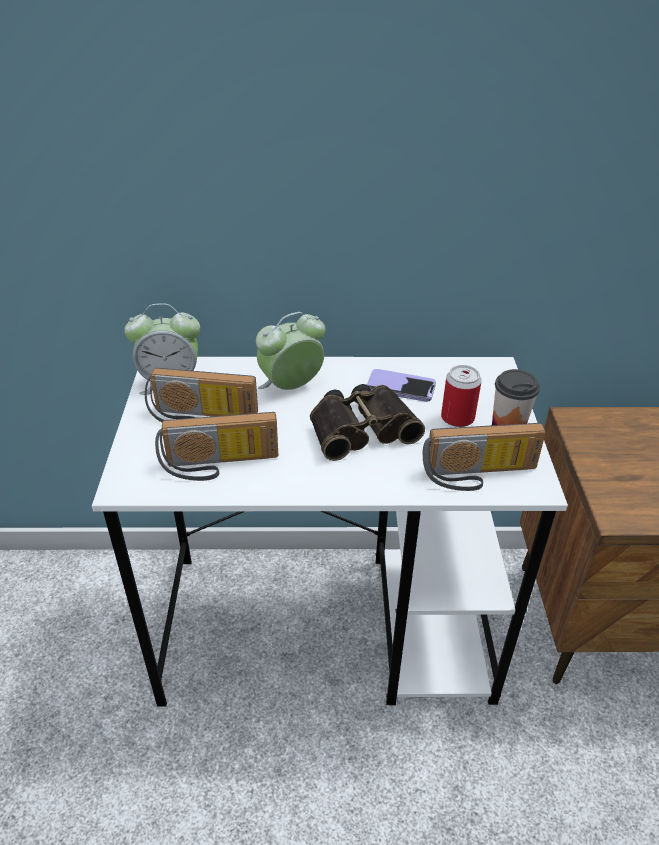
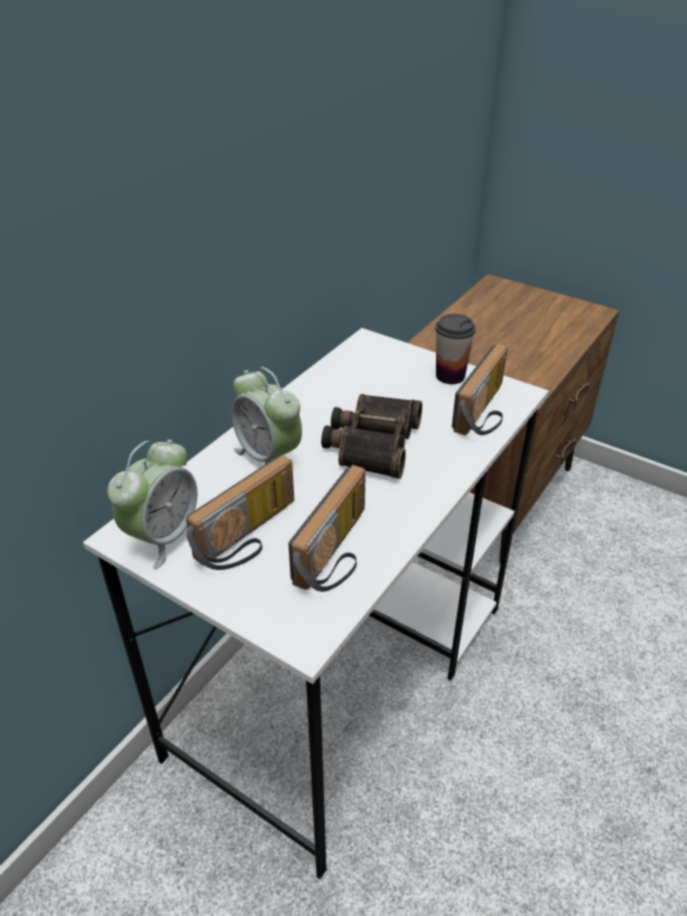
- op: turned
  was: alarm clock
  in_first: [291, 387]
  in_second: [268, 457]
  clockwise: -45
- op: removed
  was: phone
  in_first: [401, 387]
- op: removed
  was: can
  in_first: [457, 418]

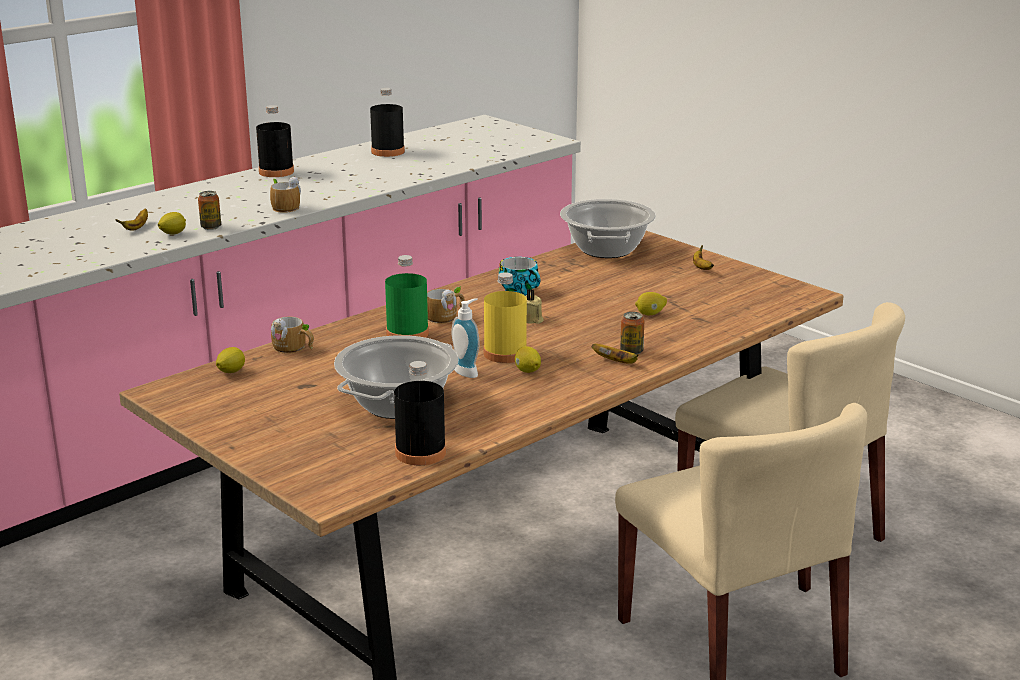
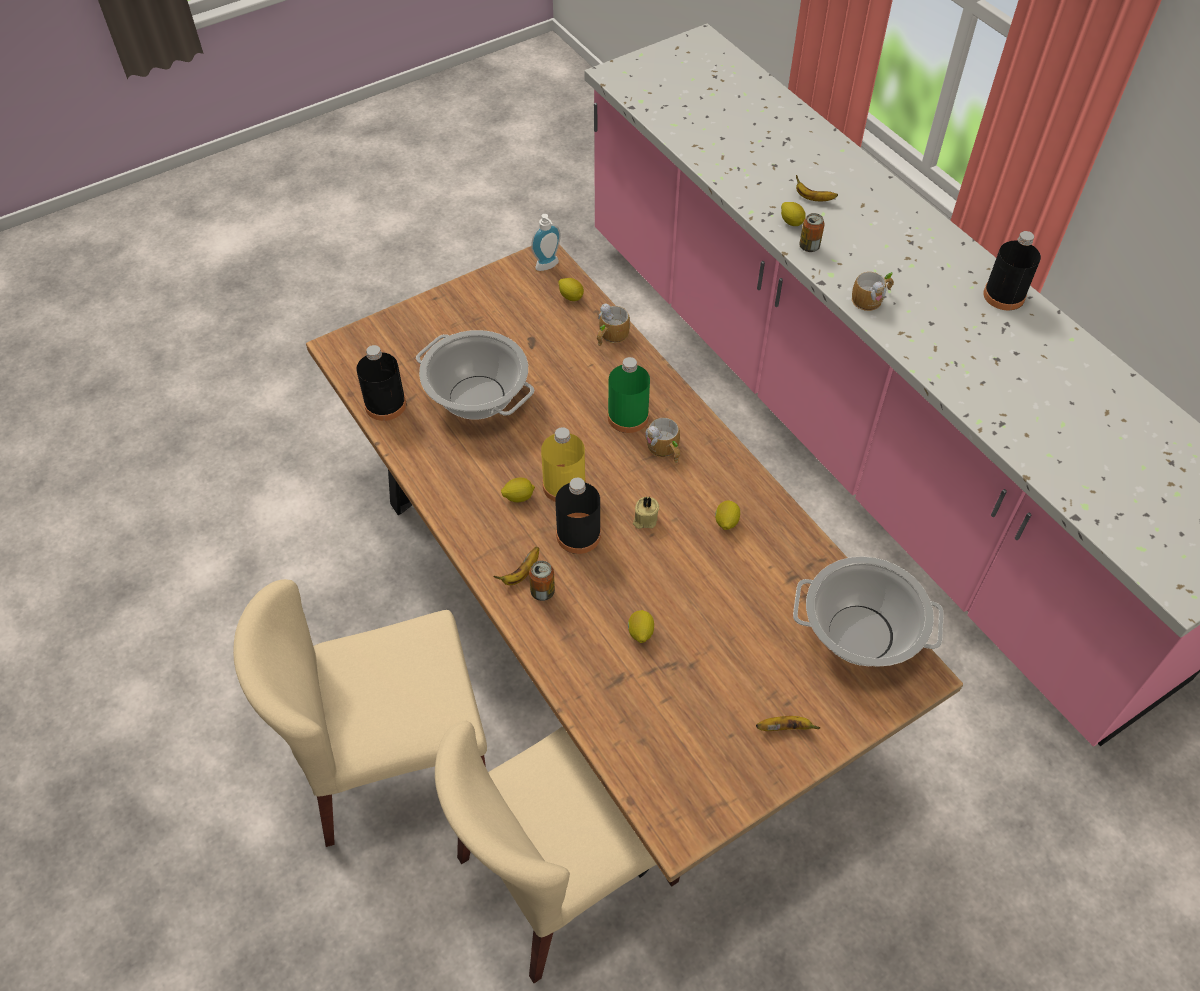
- op: moved
  was: black bottle
  in_first: [388, 152]
  in_second: [578, 535]
- op: moved
  was: soap dispenser
  in_first: [468, 371]
  in_second: [548, 267]
- op: replaced
  was: cup
  now: lemon
  in_first: [520, 292]
  in_second: [726, 522]

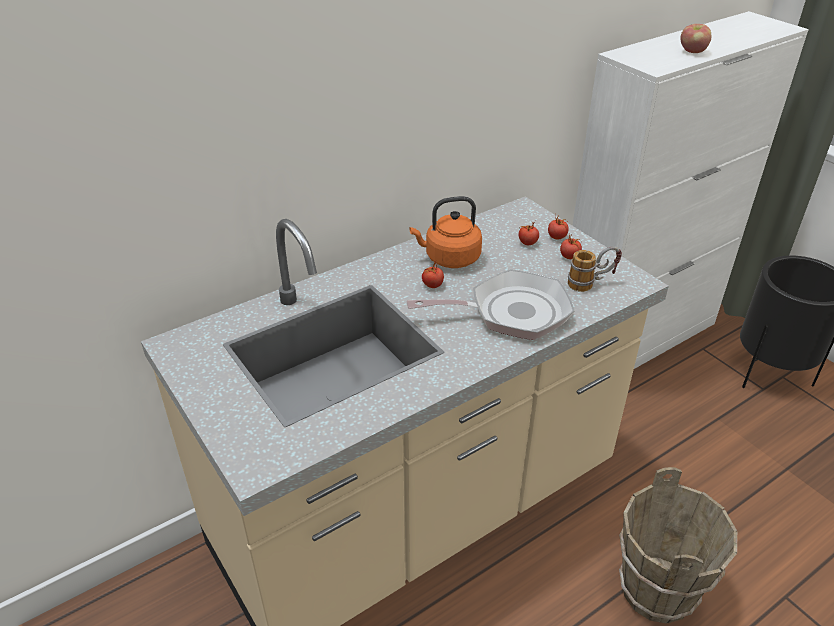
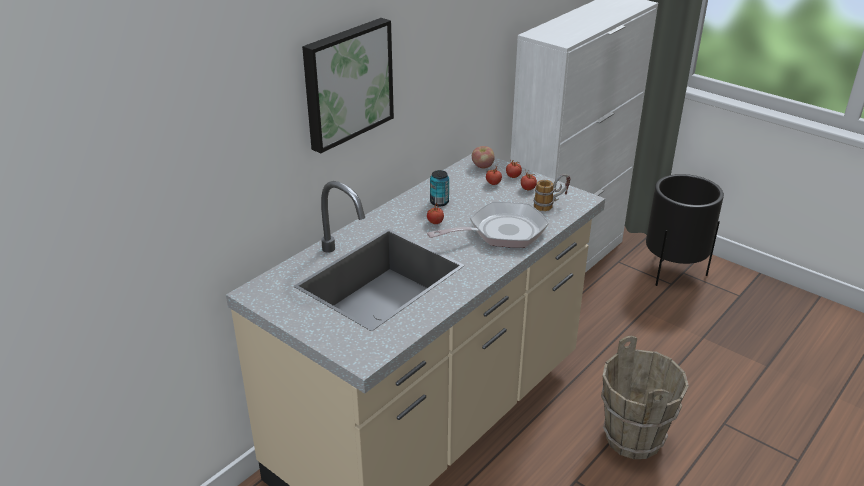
- op: replaced
  was: orange kettle
  now: can
  in_first: [449, 258]
  in_second: [439, 202]
- op: moved
  was: apple
  in_first: [692, 51]
  in_second: [483, 166]
- op: added
  now: picture
  in_second: [346, 83]

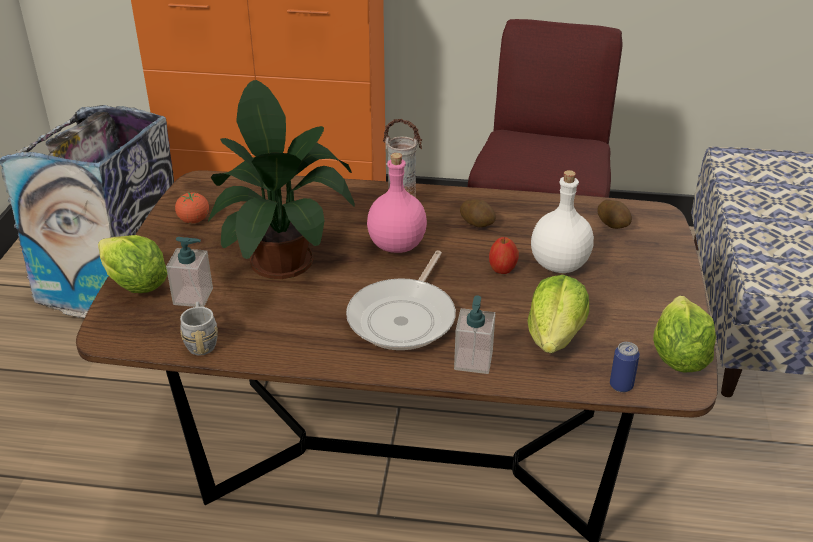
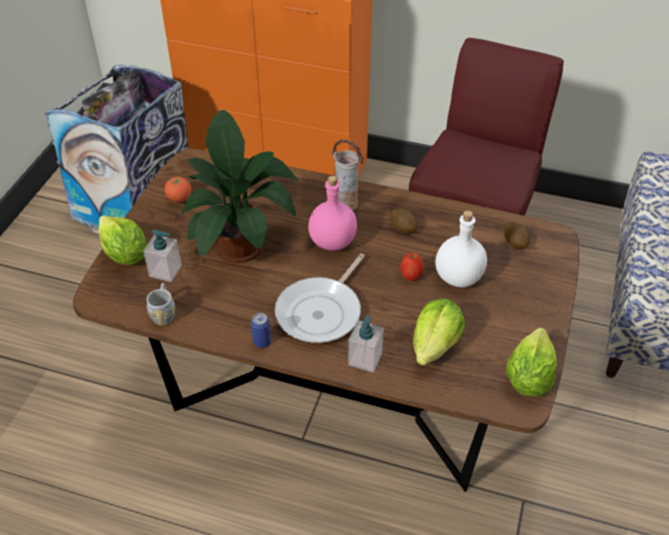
- op: moved
  was: can
  in_first: [621, 385]
  in_second: [262, 342]

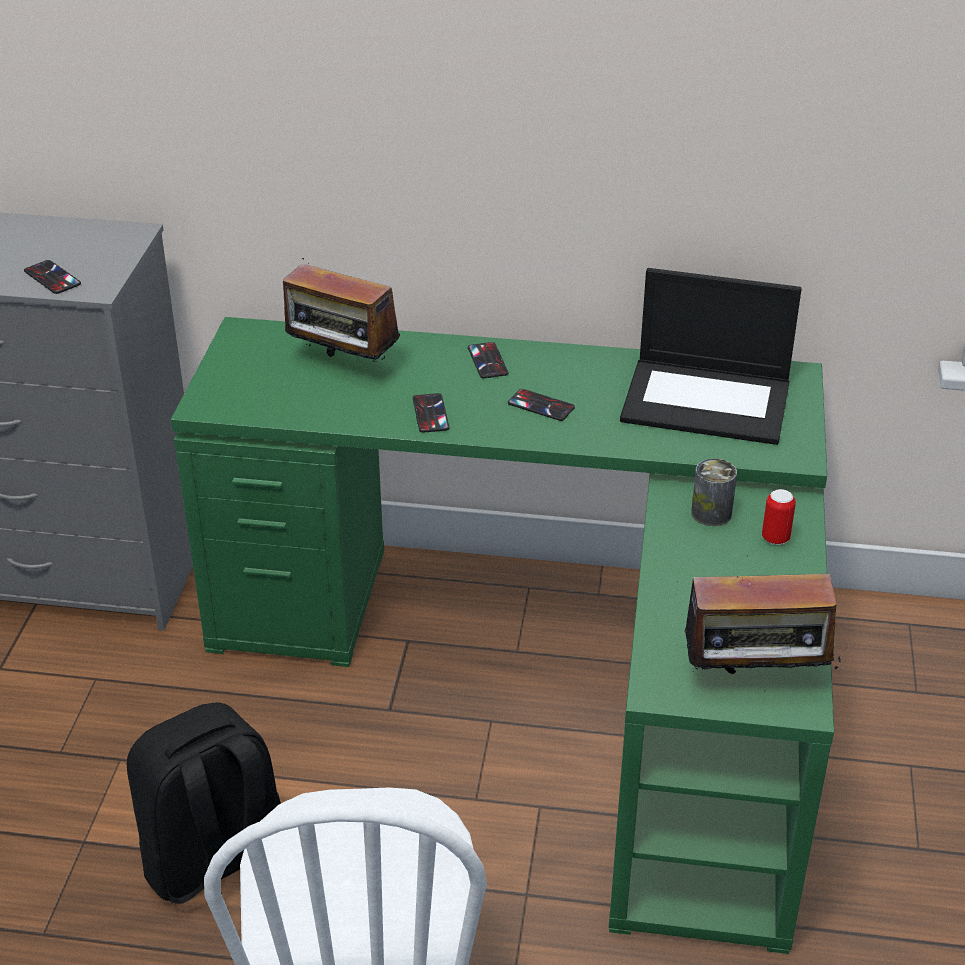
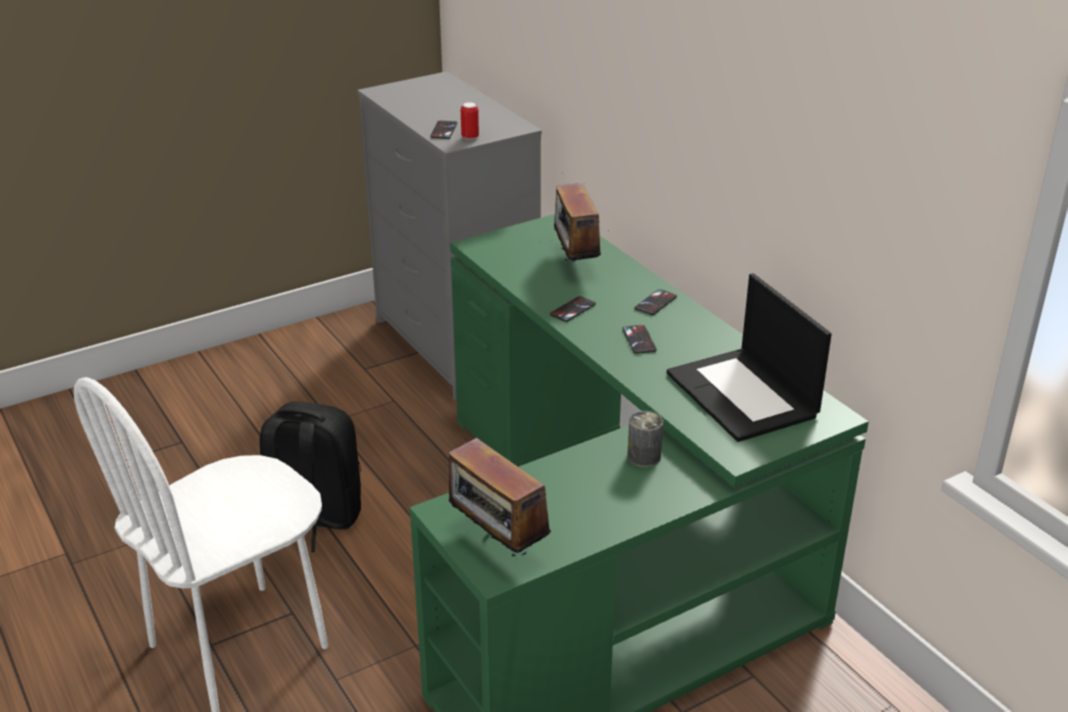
- op: moved
  was: can
  in_first: [775, 538]
  in_second: [470, 137]

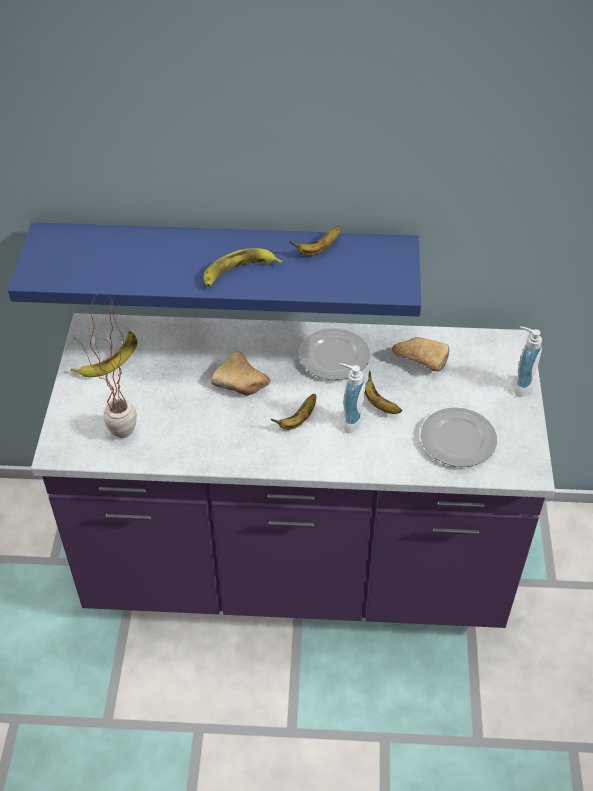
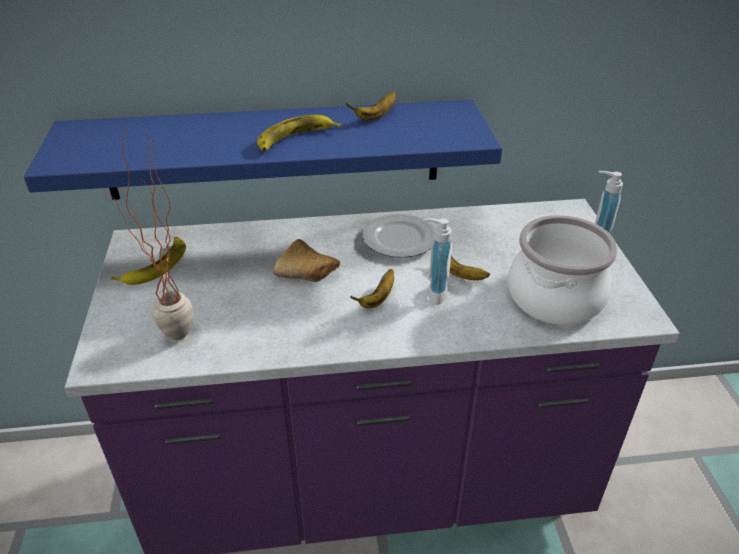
- op: removed
  was: bread
  in_first: [419, 360]
- op: replaced
  was: plate
  now: cooking pot
  in_first: [458, 440]
  in_second: [556, 298]

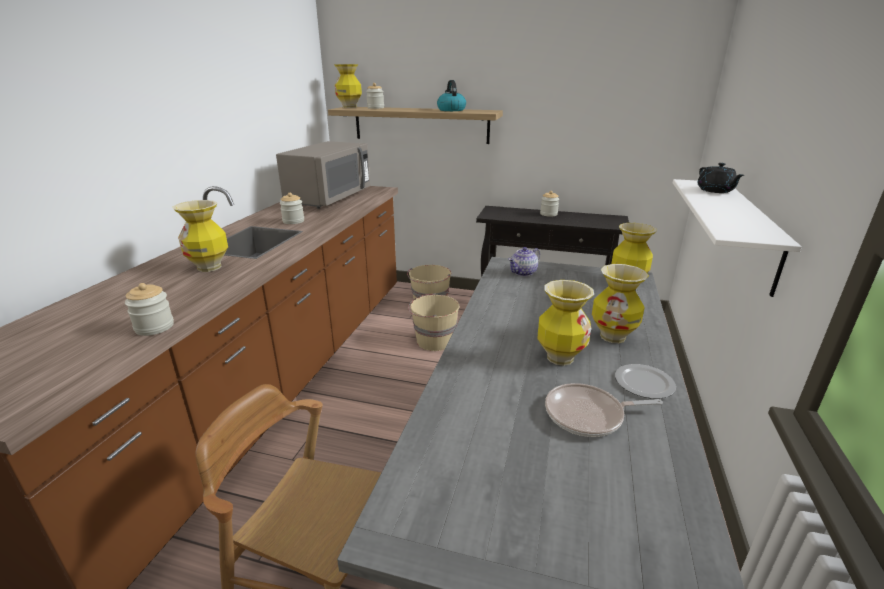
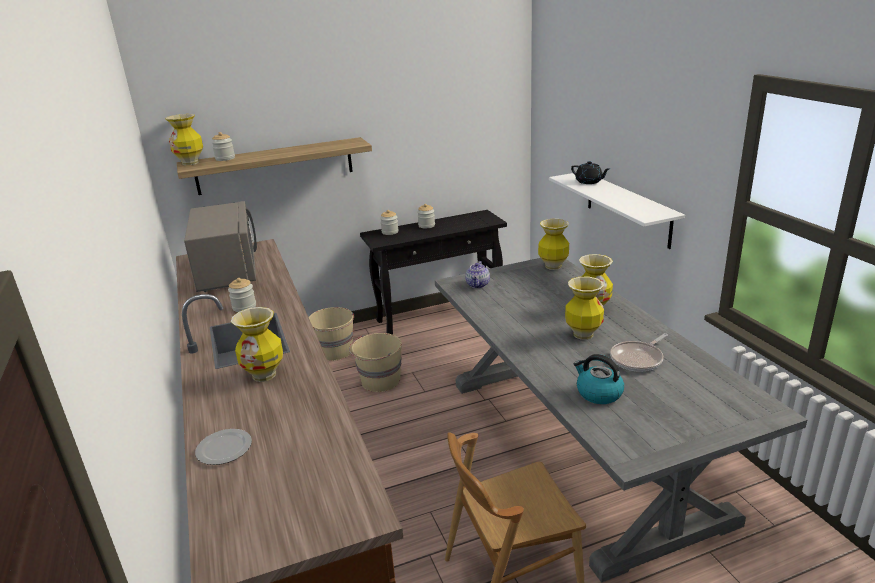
- op: moved
  was: jar
  in_first: [154, 327]
  in_second: [390, 232]
- op: moved
  was: kettle
  in_first: [451, 110]
  in_second: [598, 393]
- op: moved
  was: plate
  in_first: [643, 383]
  in_second: [224, 449]

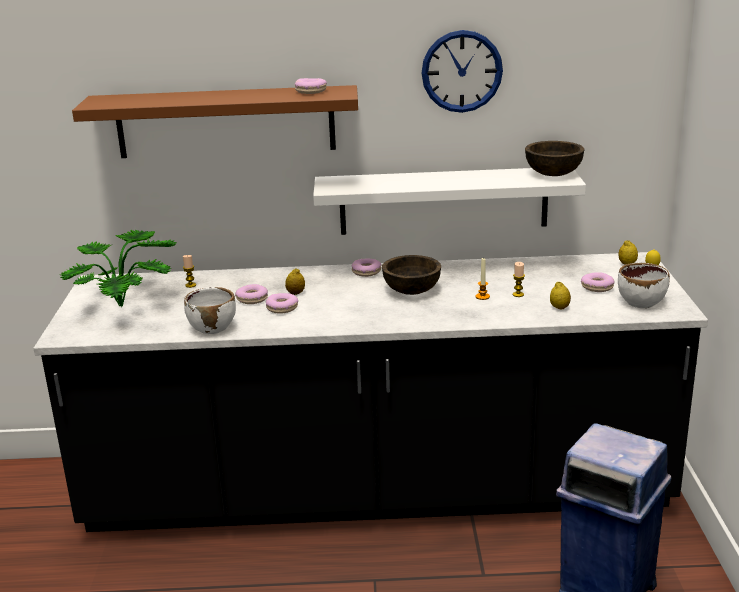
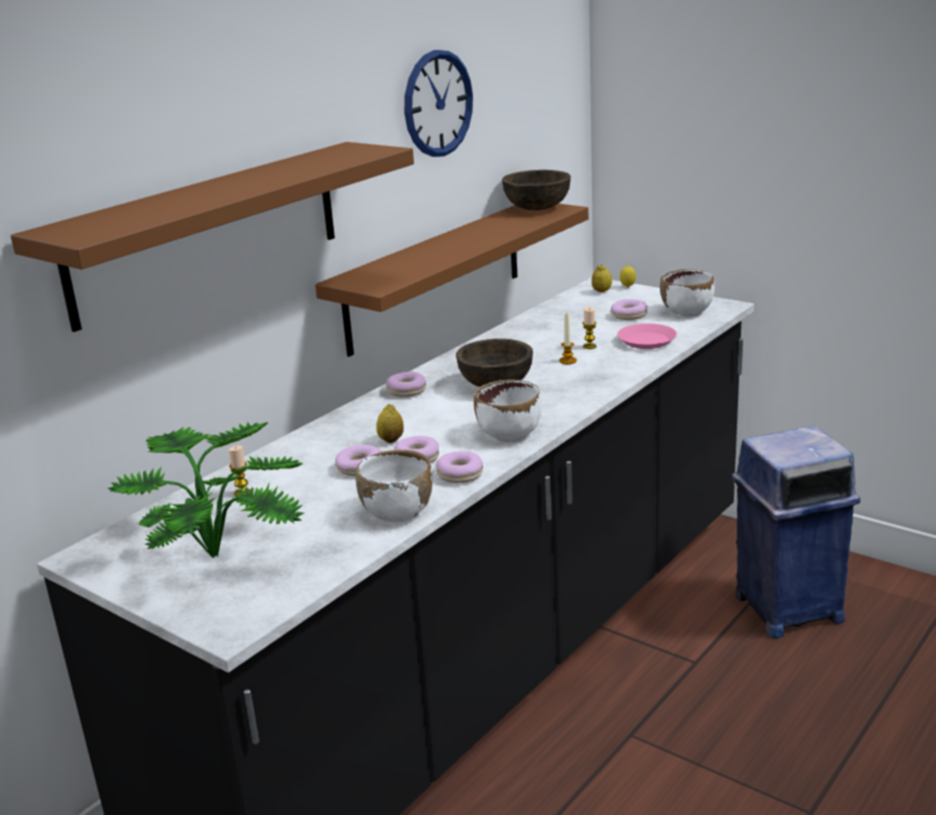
- op: moved
  was: donut
  in_first: [311, 91]
  in_second: [460, 474]
- op: recoloured
  was: white shelf
  now: brown shelf
  in_first: [443, 200]
  in_second: [435, 275]
- op: replaced
  was: lemon
  now: pink plate
  in_first: [559, 308]
  in_second: [646, 341]
- op: added
  now: white bowl
  in_second: [510, 434]

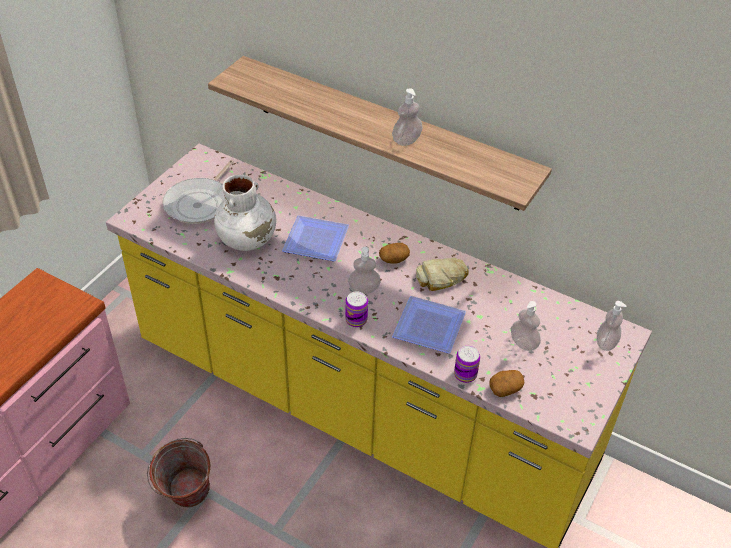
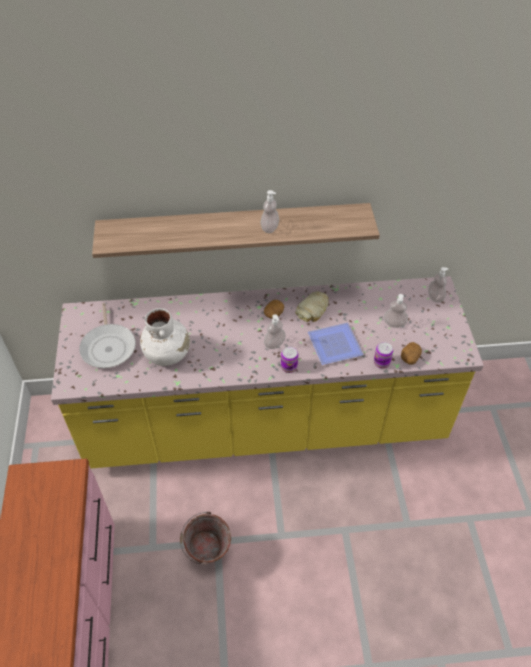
- op: removed
  was: plate
  in_first: [317, 242]

